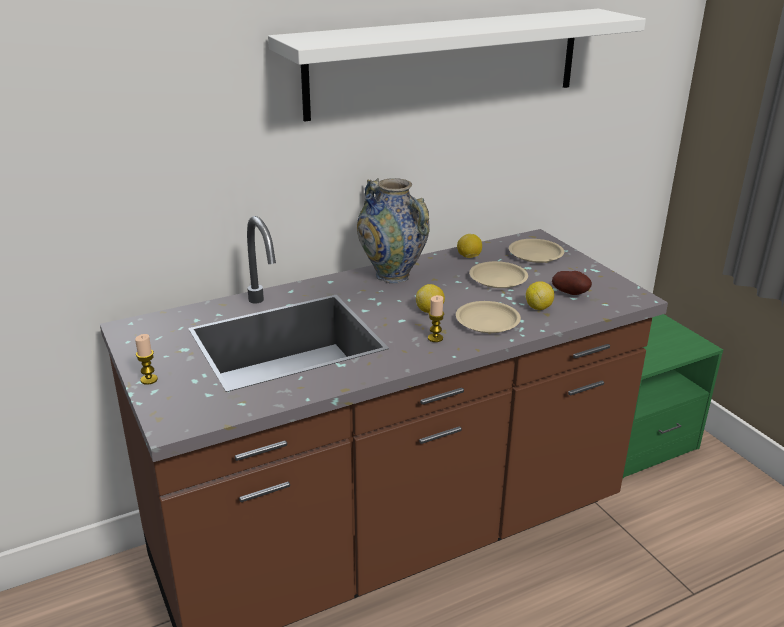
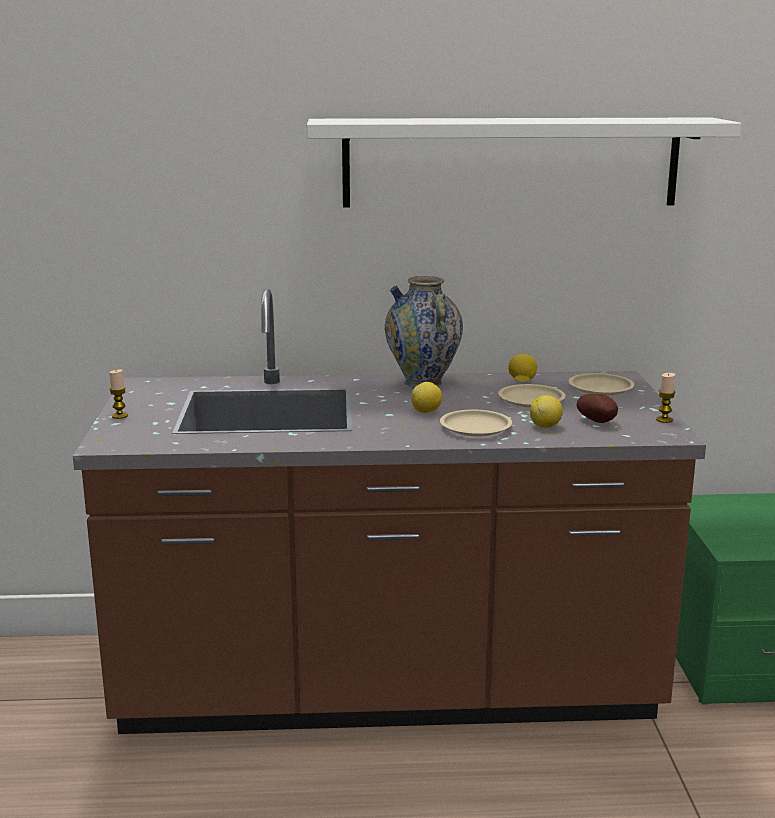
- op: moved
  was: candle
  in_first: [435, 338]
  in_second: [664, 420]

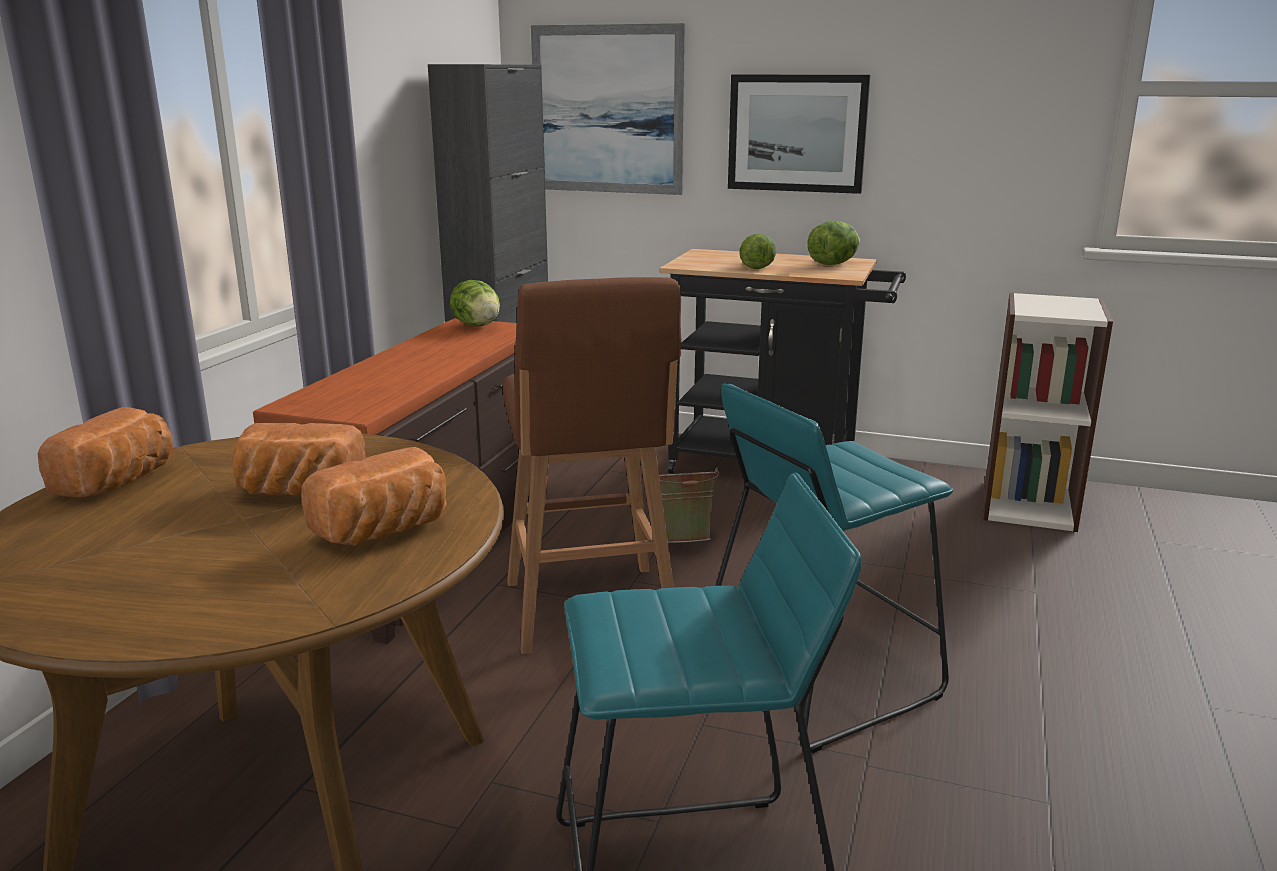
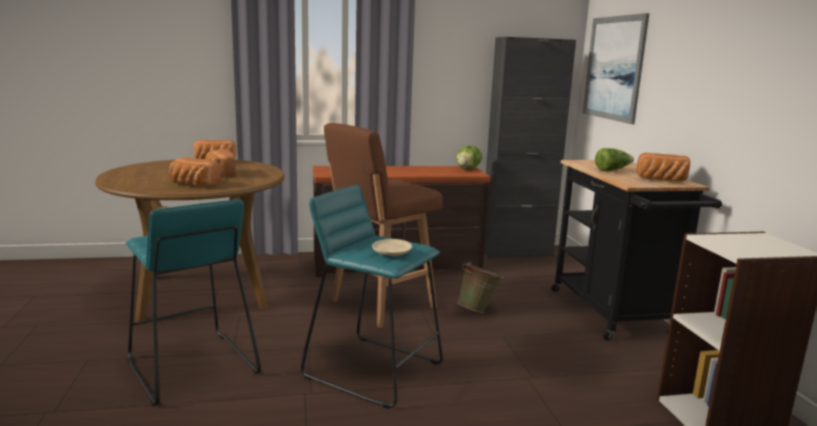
- op: removed
  was: picture
  in_first: [797, 133]
- op: replaced
  was: lettuce
  now: bread
  in_first: [833, 264]
  in_second: [661, 180]
- op: added
  now: beige plate
  in_second: [391, 253]

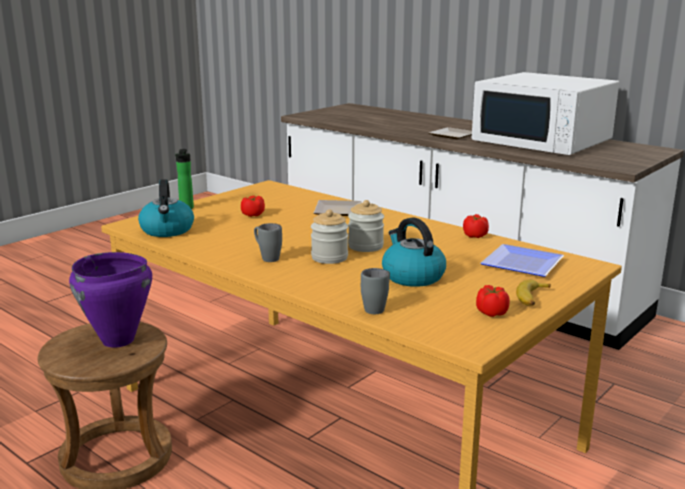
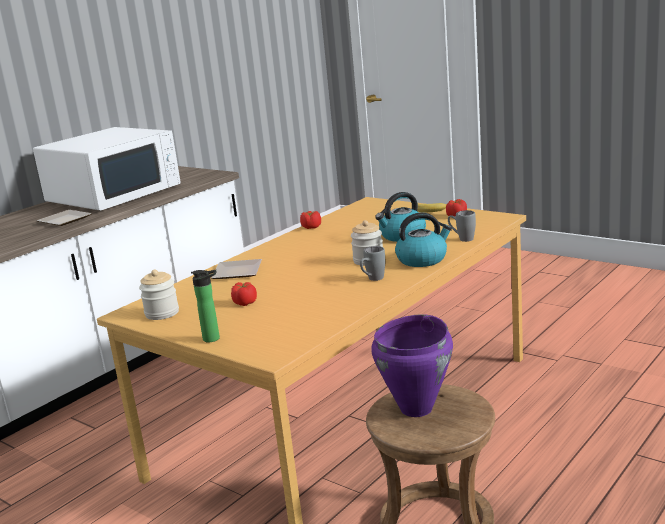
- op: moved
  was: kettle
  in_first: [167, 230]
  in_second: [422, 259]
- op: moved
  was: jar
  in_first: [365, 246]
  in_second: [162, 313]
- op: removed
  was: plate
  in_first: [525, 263]

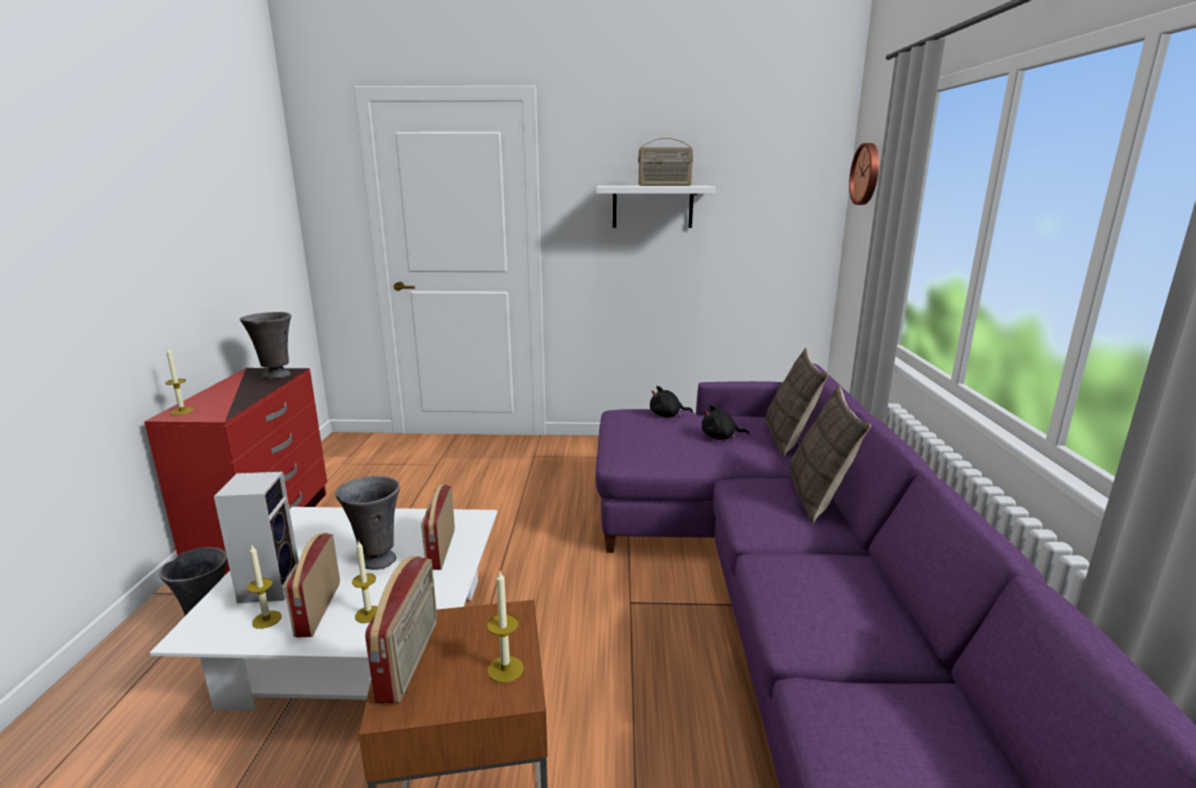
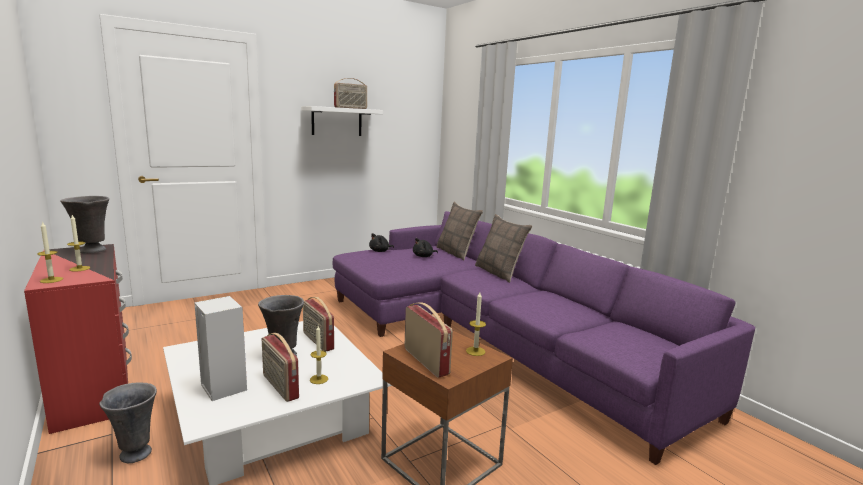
- op: moved
  was: candle
  in_first: [267, 619]
  in_second: [79, 268]
- op: removed
  was: wall clock
  in_first: [867, 174]

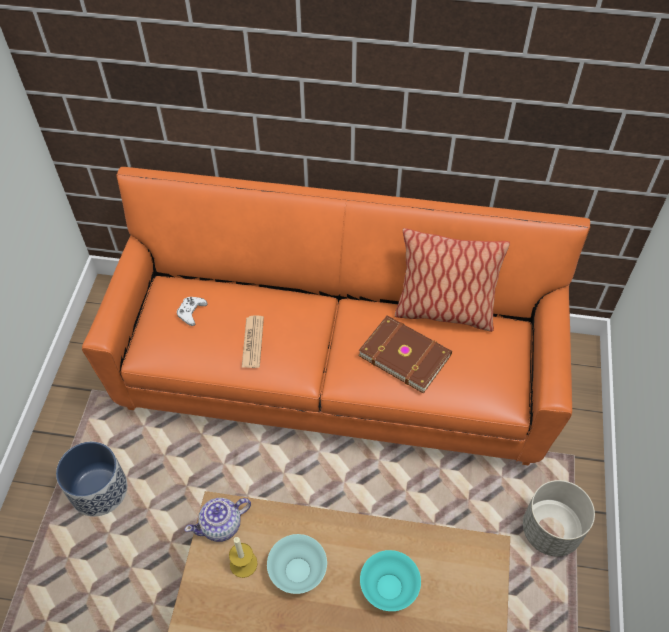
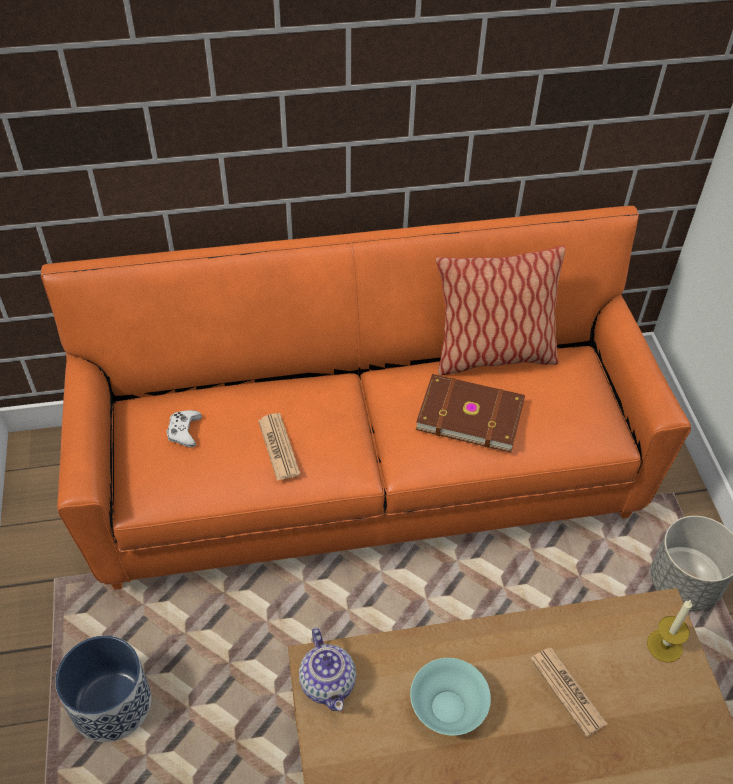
- op: turned
  was: teapot
  in_first: [222, 525]
  in_second: [328, 682]
  clockwise: -60
- op: moved
  was: candle
  in_first: [243, 563]
  in_second: [664, 645]
- op: replaced
  was: turquoise bowl
  now: newspaper
  in_first: [389, 587]
  in_second: [568, 691]

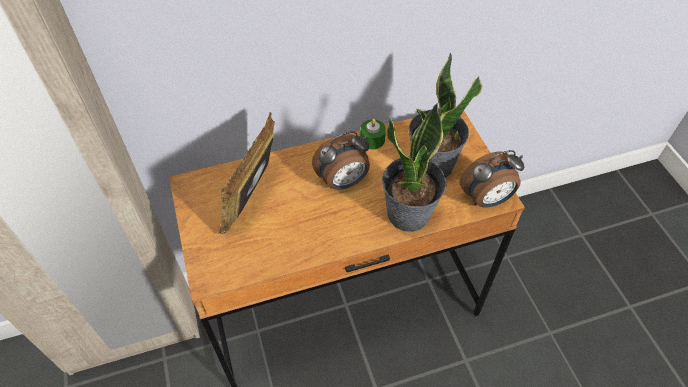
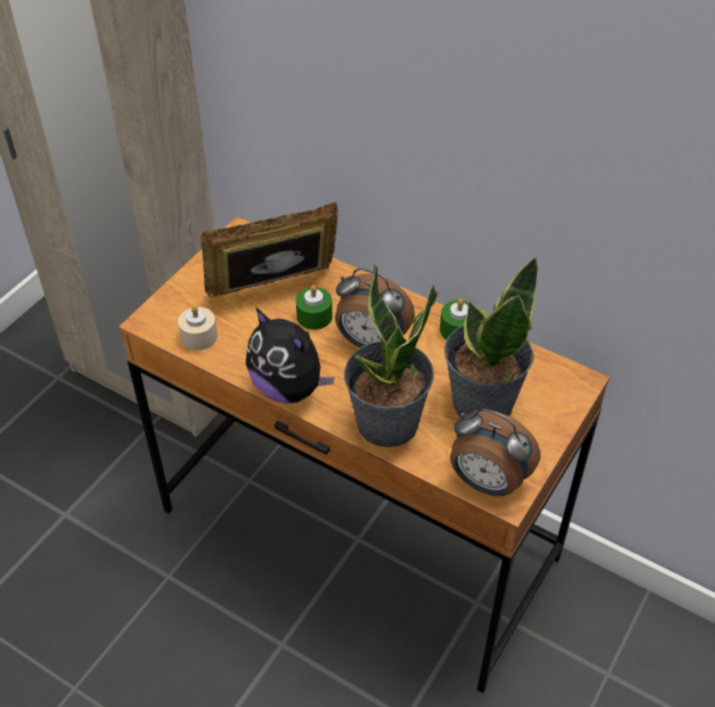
- op: added
  now: beige candle
  in_second: [199, 336]
- op: added
  now: plush toy
  in_second: [289, 388]
- op: added
  now: green candle
  in_second: [314, 316]

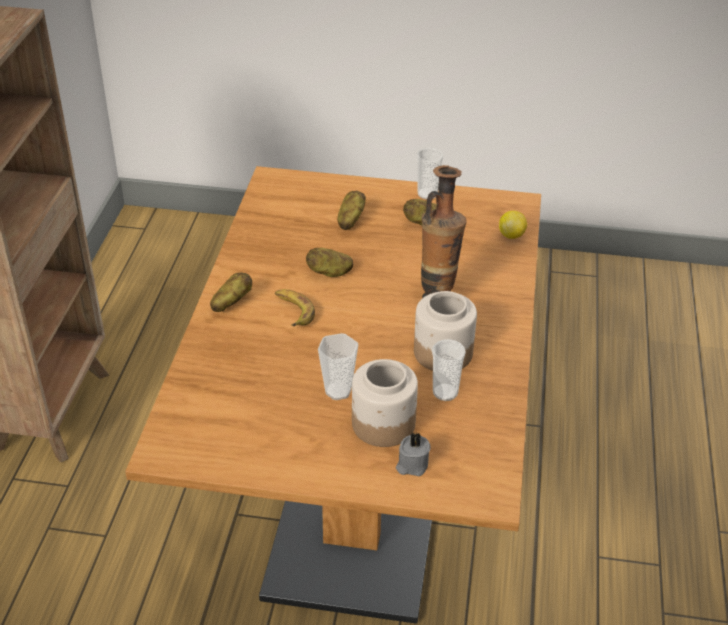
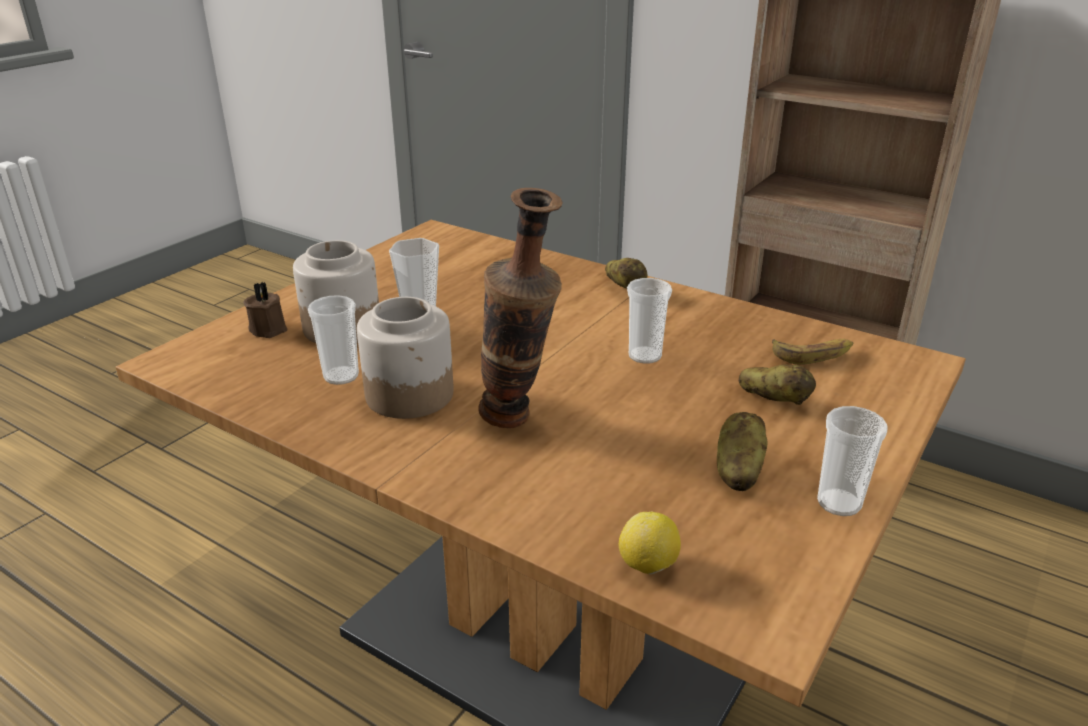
- op: moved
  was: banana
  in_first: [293, 311]
  in_second: [813, 355]
- op: replaced
  was: potato
  now: cup
  in_first: [329, 273]
  in_second: [645, 356]
- op: recoloured
  was: grey candle
  now: brown candle
  in_first: [411, 465]
  in_second: [269, 329]

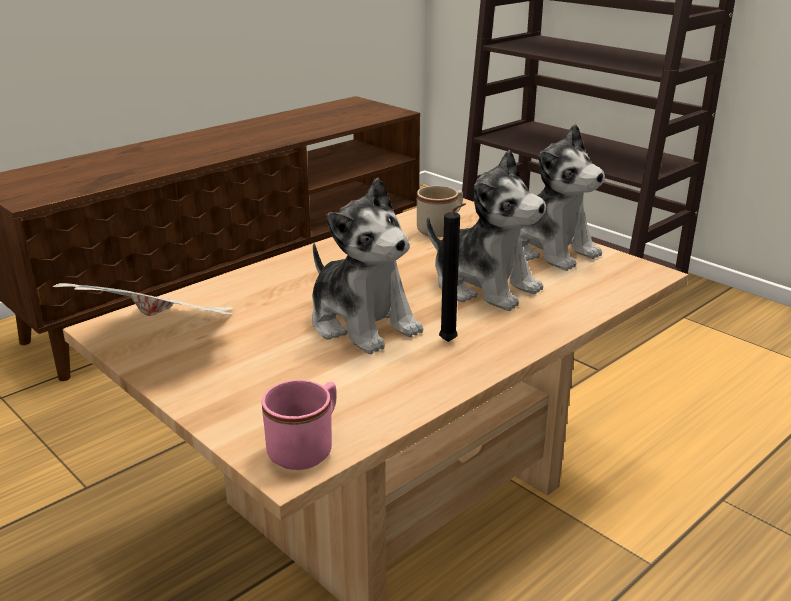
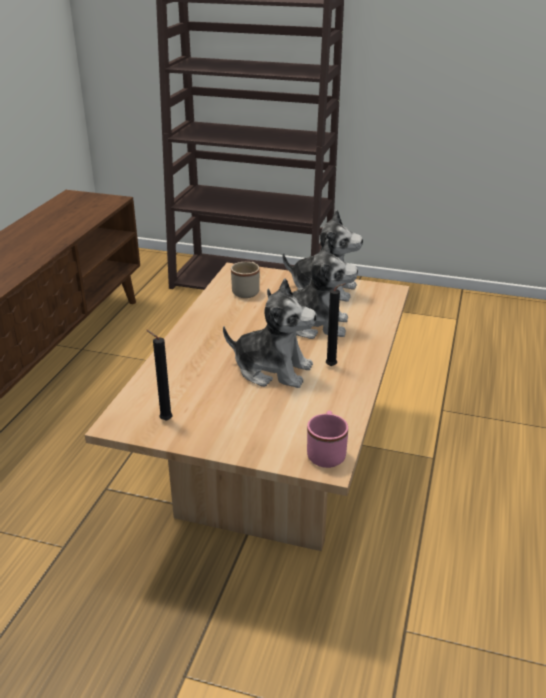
- op: replaced
  was: newspaper
  now: black candle
  in_first: [161, 340]
  in_second: [164, 420]

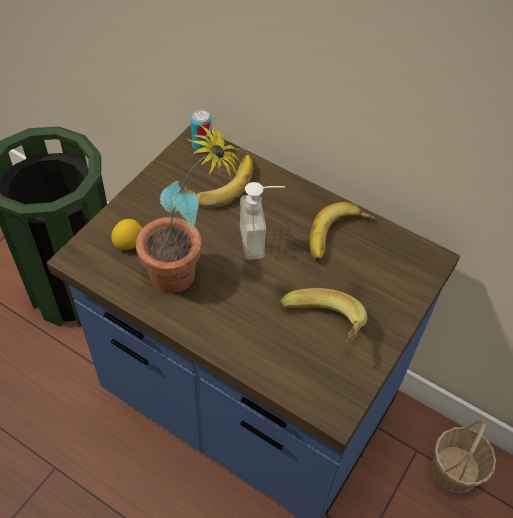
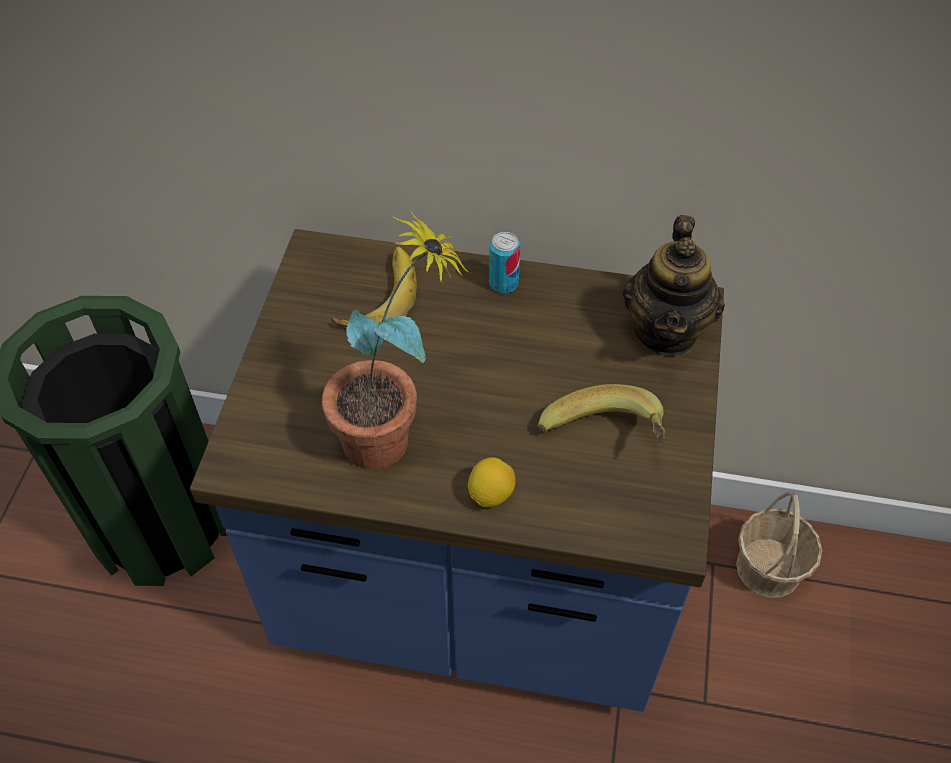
- op: moved
  was: lemon
  in_first: [129, 243]
  in_second: [491, 494]
- op: moved
  was: can
  in_first: [202, 146]
  in_second: [503, 283]
- op: removed
  was: soap dispenser
  in_first: [261, 240]
- op: removed
  was: banana
  in_first: [339, 237]
- op: added
  now: teapot
  in_second: [667, 331]

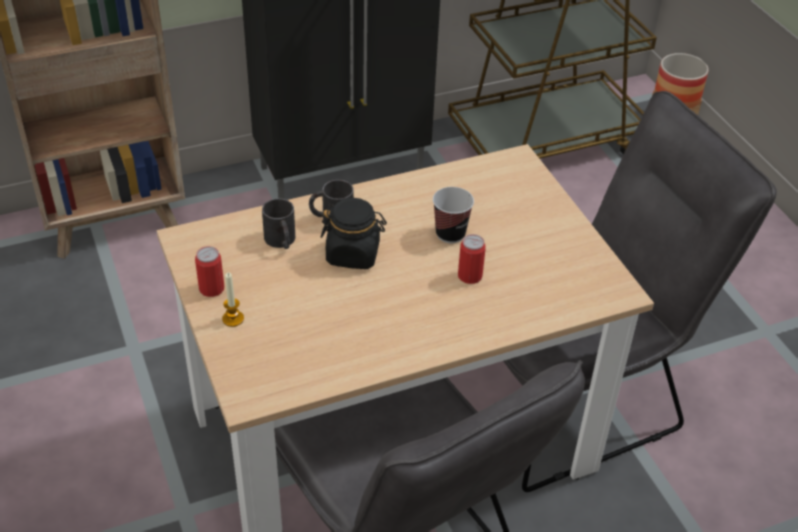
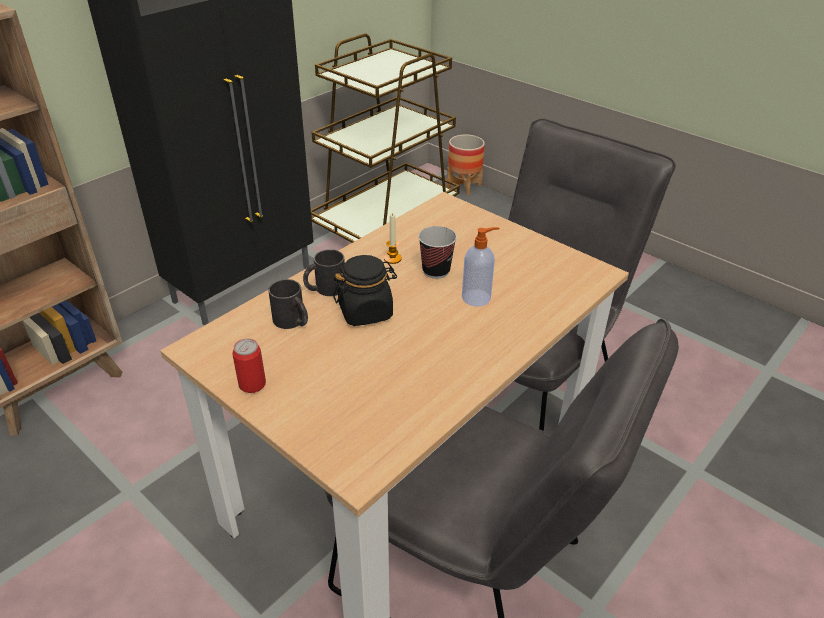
- op: moved
  was: candle
  in_first: [233, 319]
  in_second: [392, 258]
- op: replaced
  was: can
  now: soap dispenser
  in_first: [470, 276]
  in_second: [477, 297]

